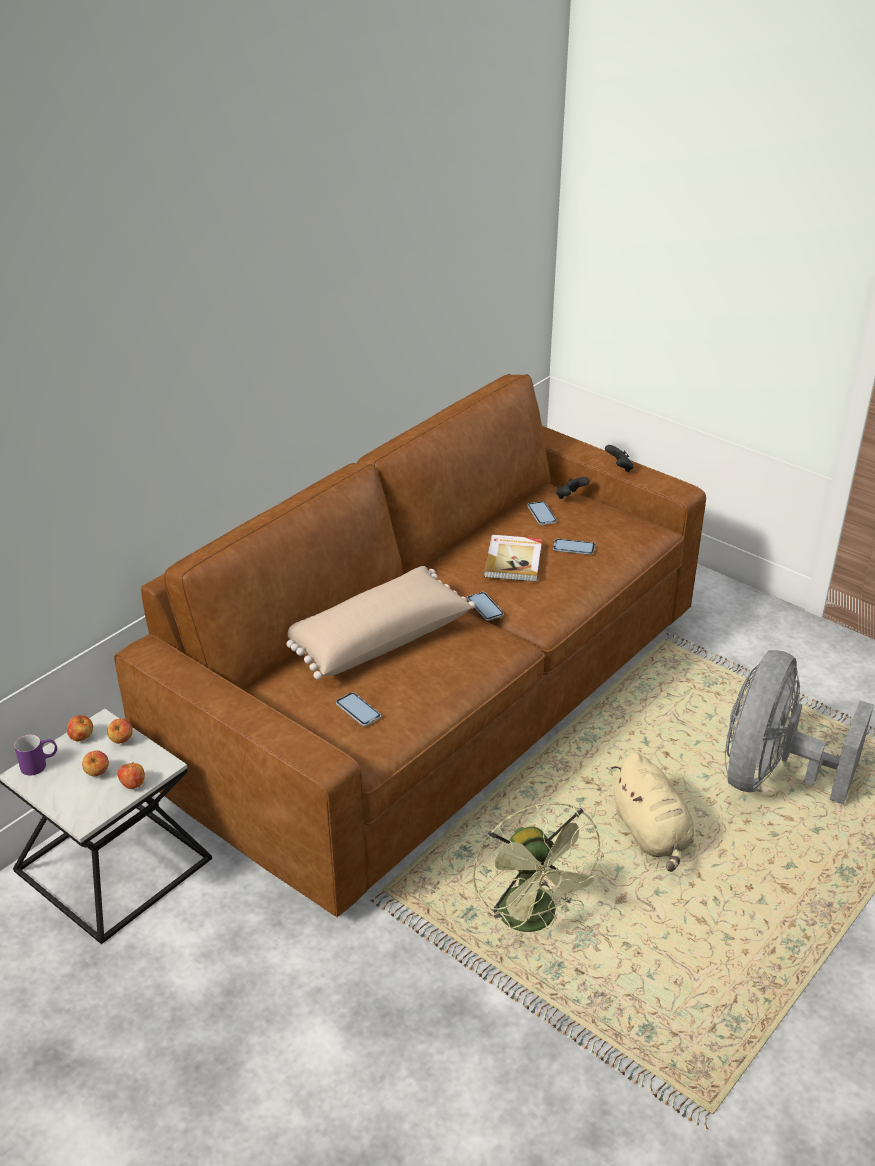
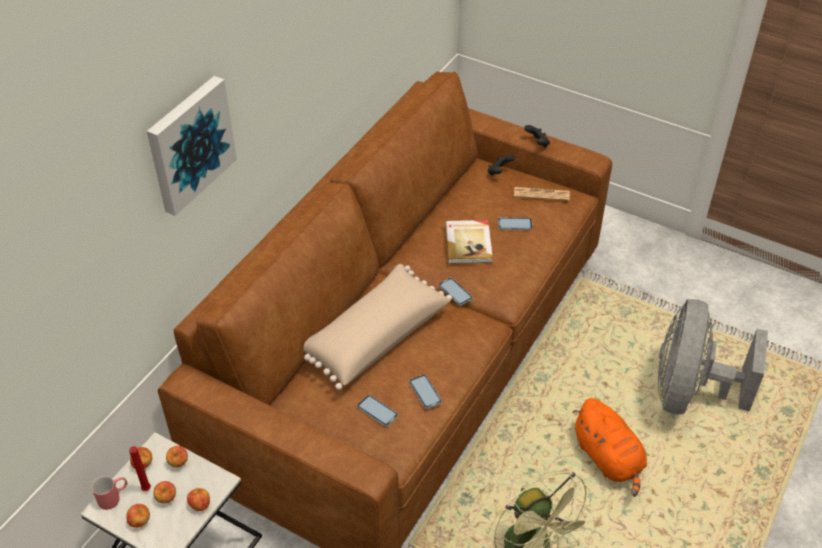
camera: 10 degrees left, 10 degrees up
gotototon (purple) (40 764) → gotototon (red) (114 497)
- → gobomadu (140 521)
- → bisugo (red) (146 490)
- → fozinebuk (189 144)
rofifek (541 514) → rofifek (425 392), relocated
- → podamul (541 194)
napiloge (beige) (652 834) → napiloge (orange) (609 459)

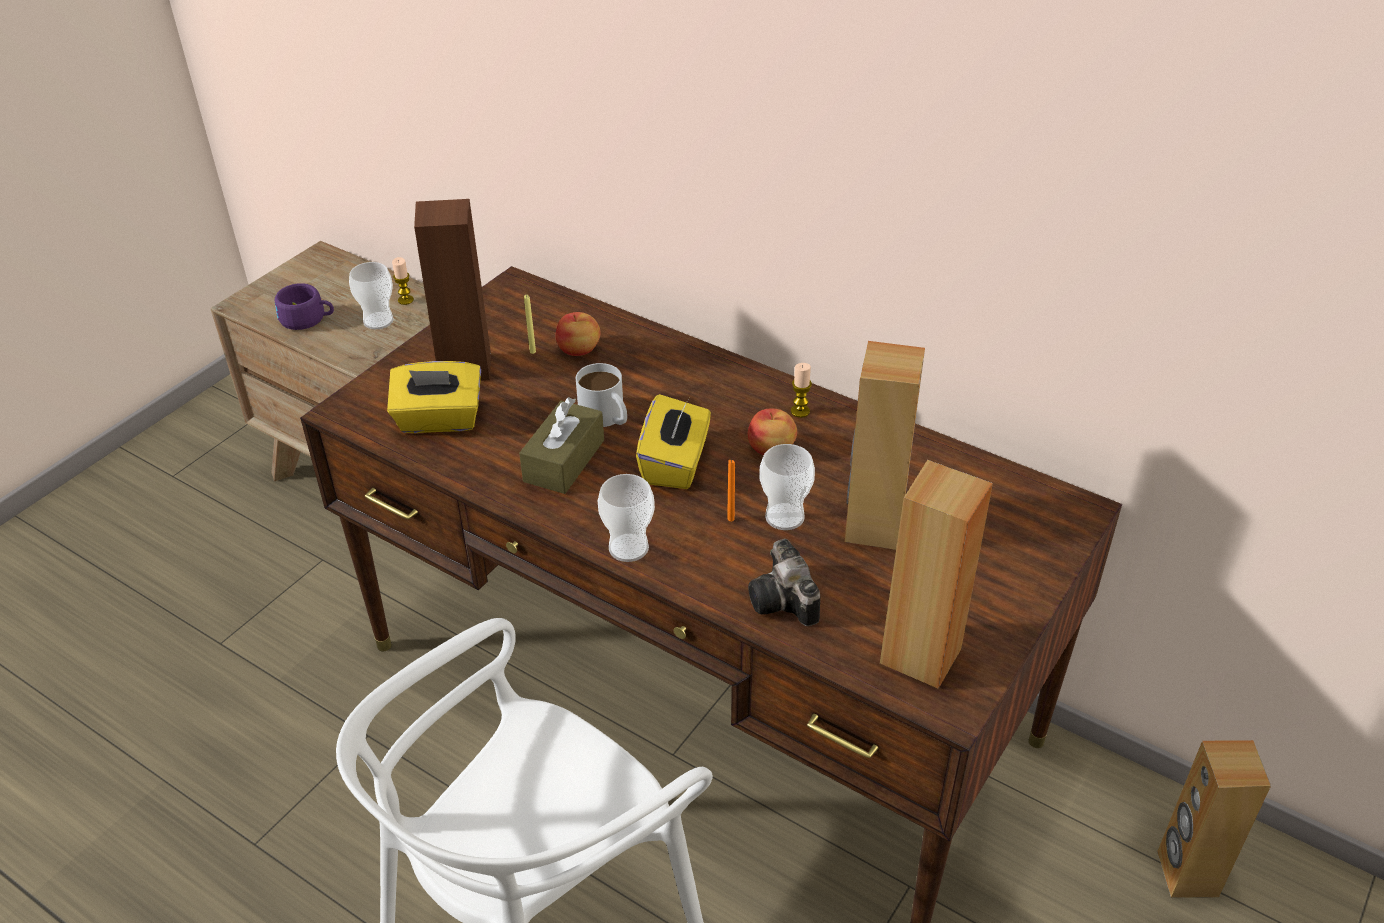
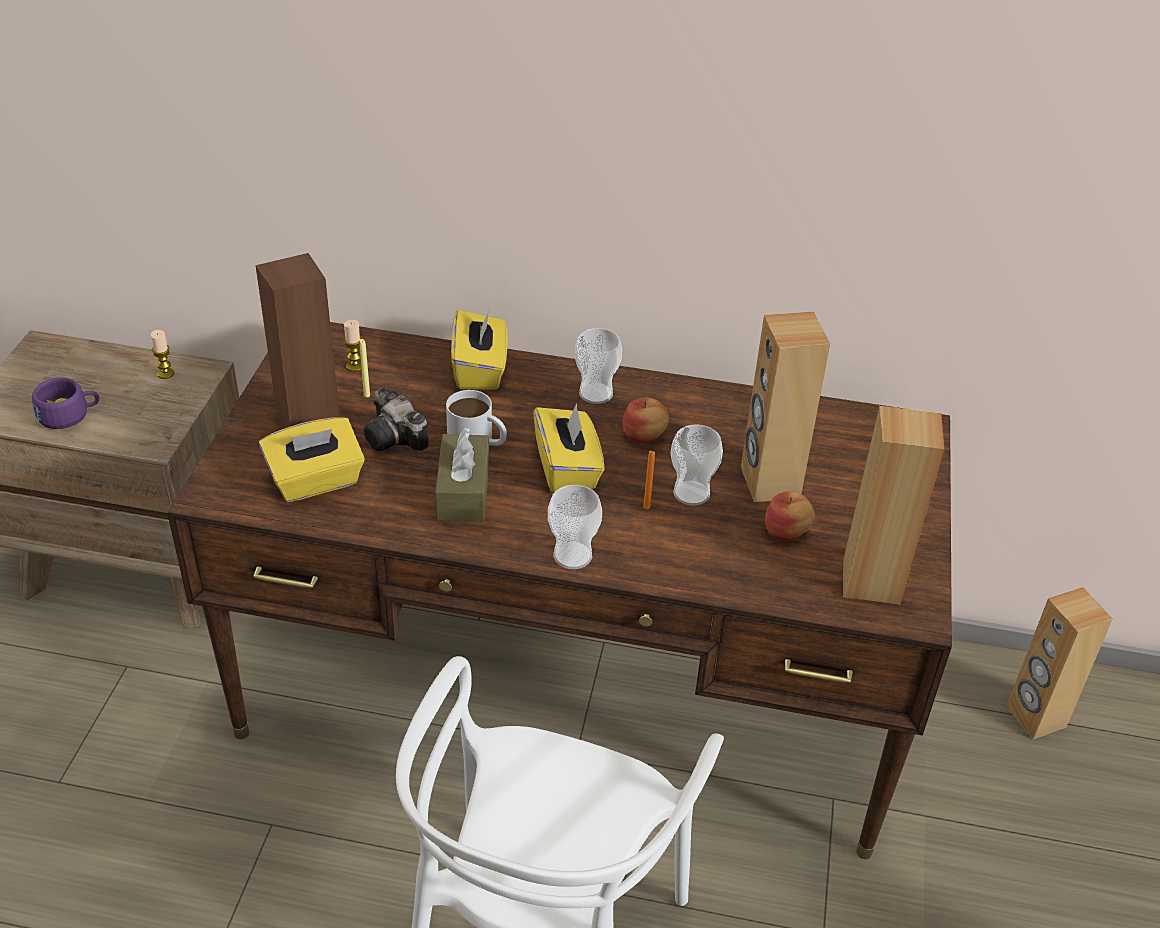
camera: 25 degrees left, 0 degrees up
bisugo (800 411) → bisugo (355 366), relocated
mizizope (785 602) → mizizope (396 439), relocated
- → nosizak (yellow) (480 370)
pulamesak (378 321) → pulamesak (596 393), relocated
gobomadu (579 350) → gobomadu (786 532), relocated

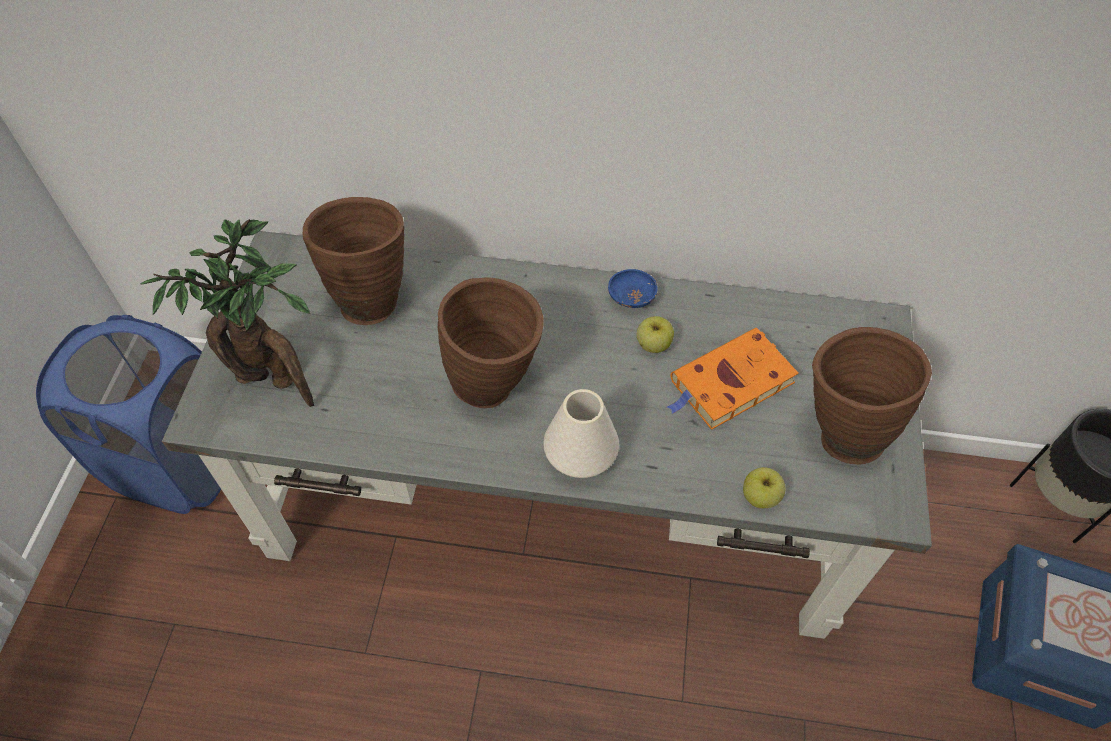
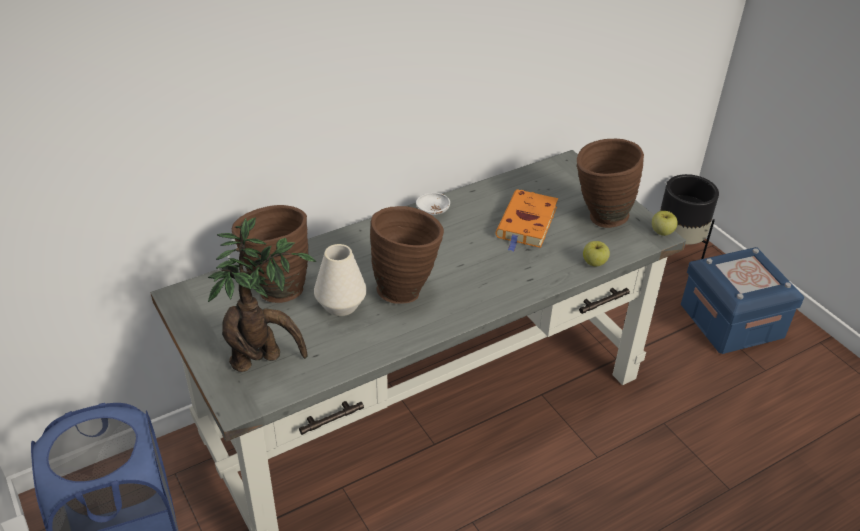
camera: 40 degrees left, 15 degrees down
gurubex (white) (580 457) → gurubex (white) (340 304), relocated
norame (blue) (631 297) → norame (white) (432 211)
gobomadu (653 344) → gobomadu (662 232), relocated

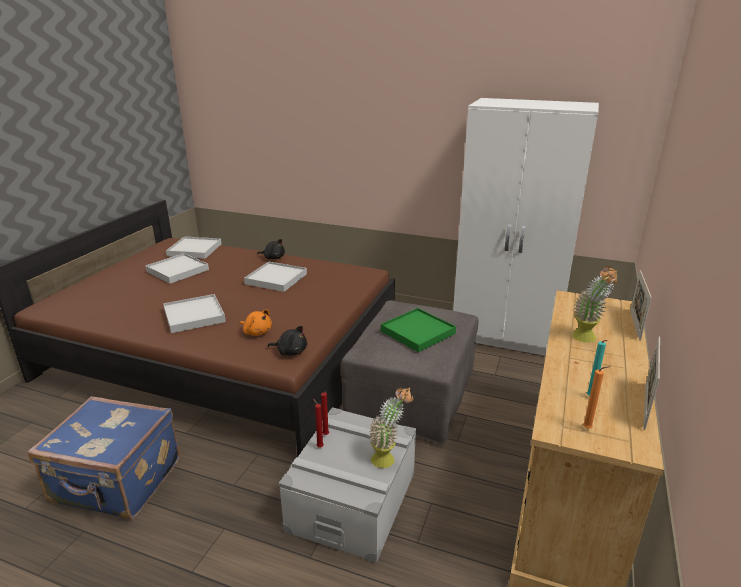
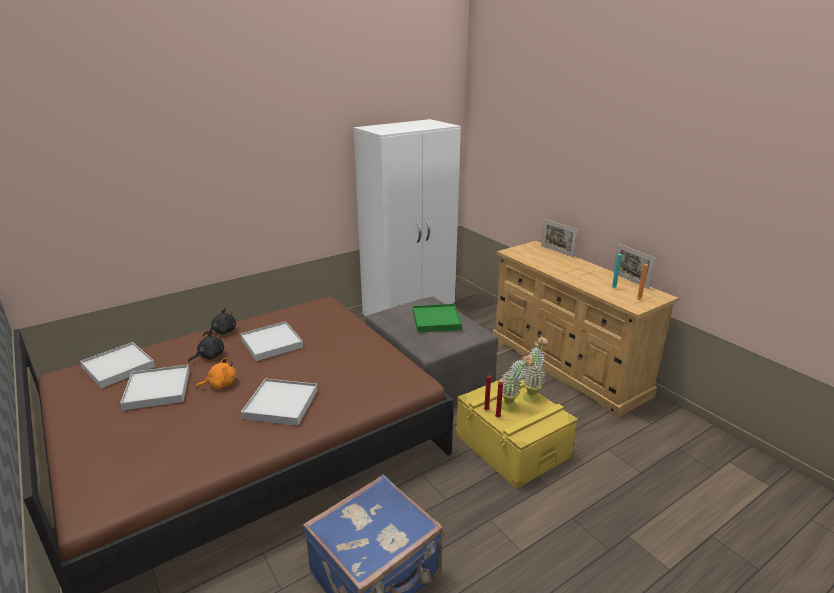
camera: 55 degrees left, 0 degrees up
napiloge (black) (290 351) → napiloge (black) (209 356), relocated
napiloge (orange) (257 332) → napiloge (orange) (220 384), relocated
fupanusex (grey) (352 501) → fupanusex (yellow) (512 446)
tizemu (587 340) → tizemu (513 407), relocated

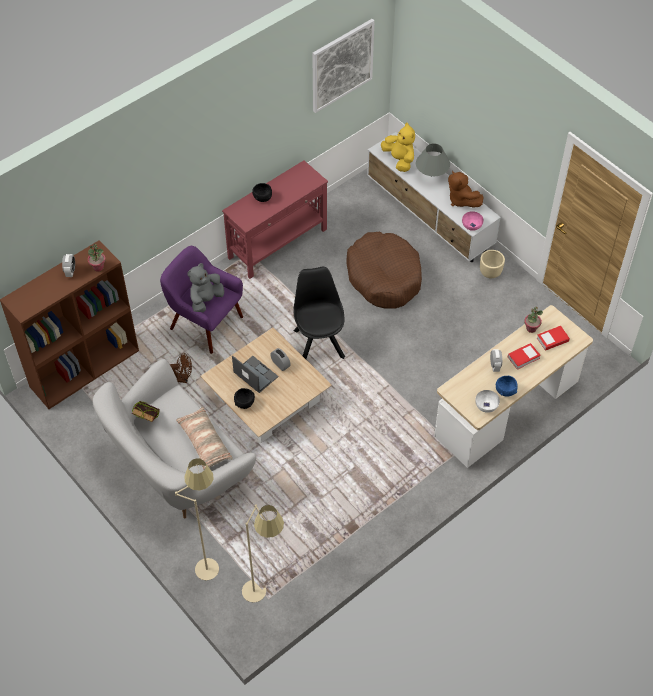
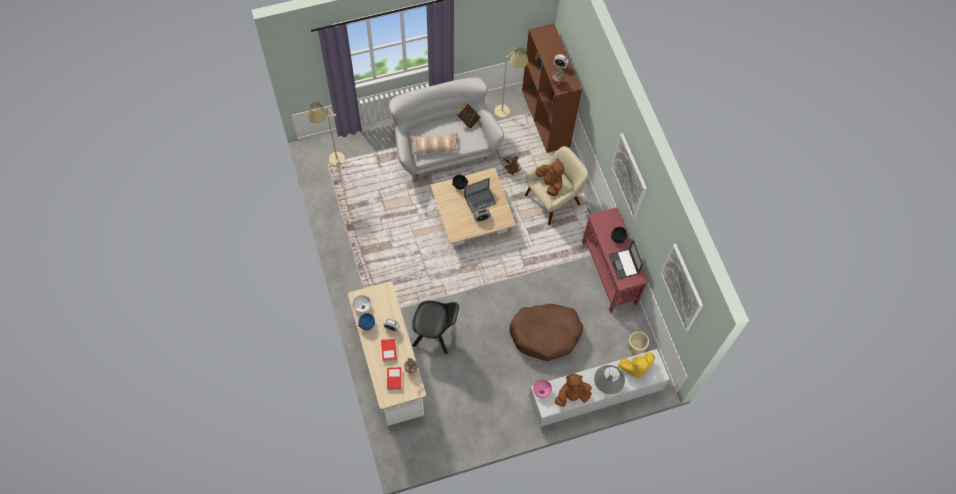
camera: 110 degrees right, 10 degrees up
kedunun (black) (318 342) → kedunun (black) (435 334), relocated
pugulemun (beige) (208 559) → pugulemun (beige) (508 113), relocated
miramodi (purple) (205 323) → miramodi (beige) (553 199)
napiloge (grey) (206 300) → napiloge (brown) (550 183)
- → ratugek (624 264)
- → fozinebuk (629 176)
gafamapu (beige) (490 273) → gafamapu (beige) (636 347), relocated

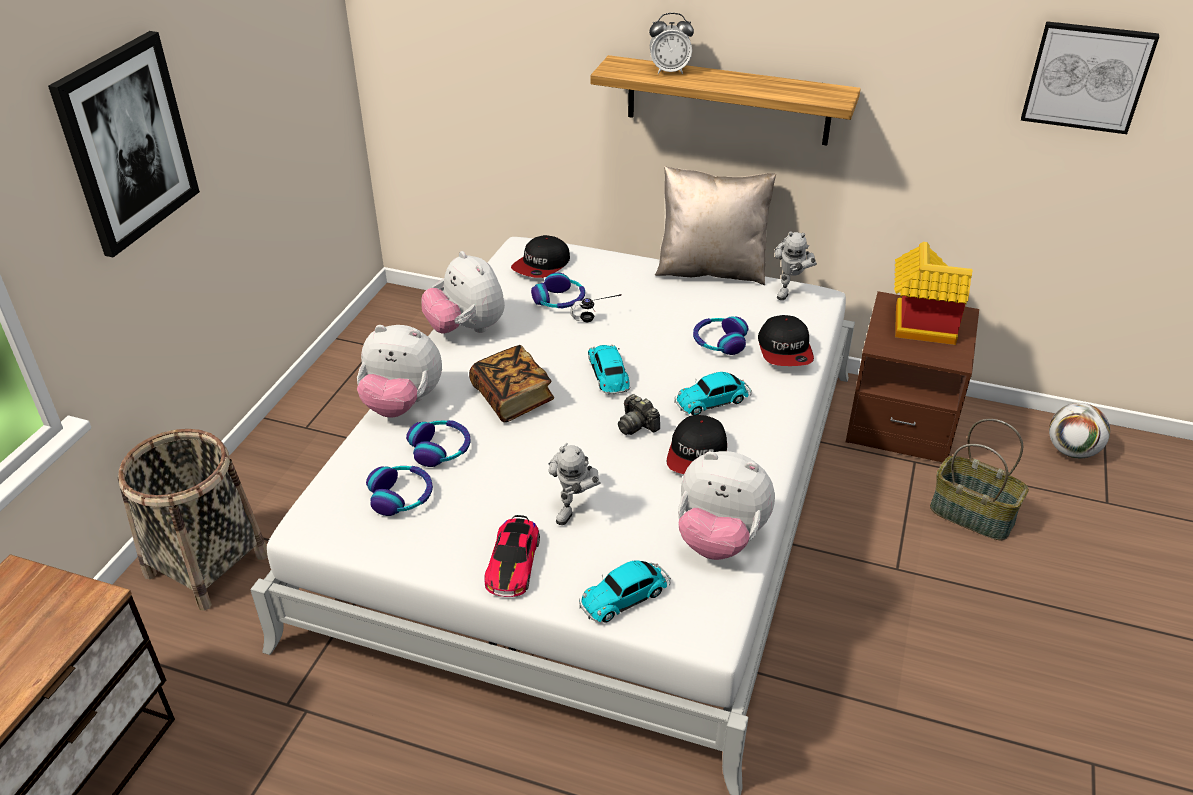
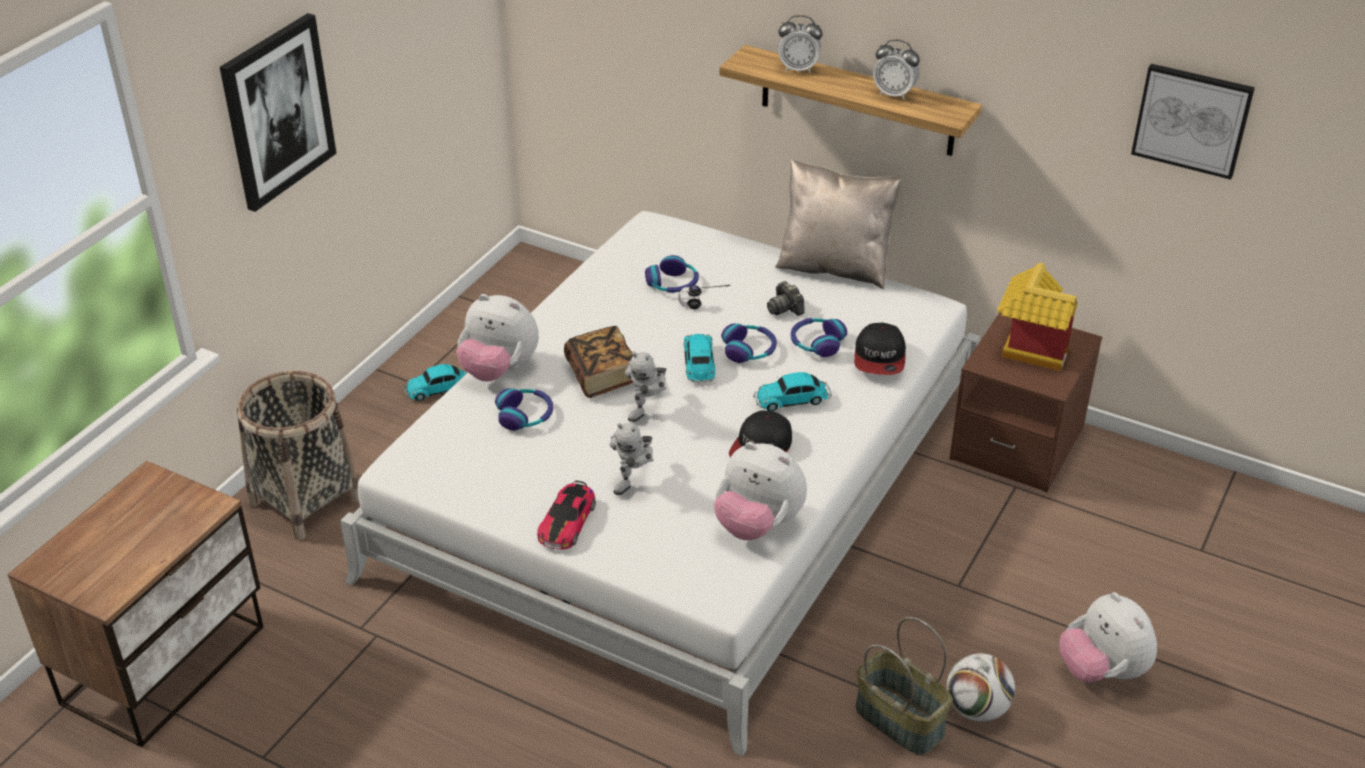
camera: 10 degrees right, 0 degrees up
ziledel (626 596) → ziledel (439 388), relocated
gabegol (789 290) → gabegol (648 410), relocated
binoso (401 496) → binoso (749 350), relocated
mizizope (637 425) → mizizope (785 308), relocated
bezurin (973 514) → bezurin (901 720), relocated
- → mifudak (894 94)
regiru (1071 451) → regiru (976 709), relocated
napiloge (466 329) → napiloge (1102 671), relocated
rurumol (541 265) → -

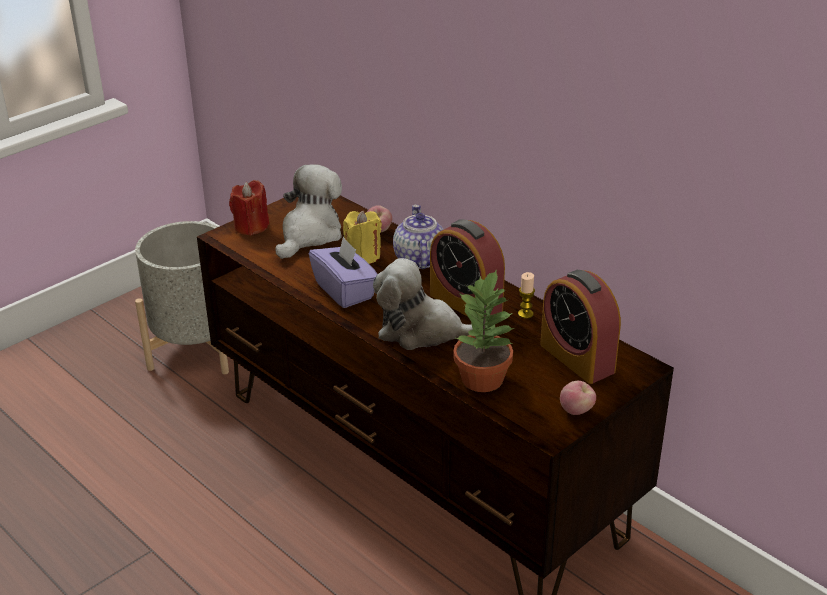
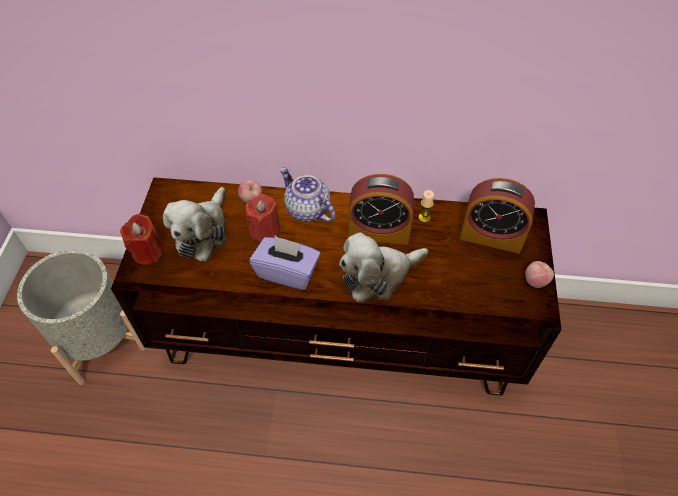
camera: 40 degrees left, 20 degrees up
napiloge (310 234) → napiloge (203 232), 150 degrees counterclockwise
bisugo (yellow) (363 256) → bisugo (red) (265 230)
tizemu (483 379) → -

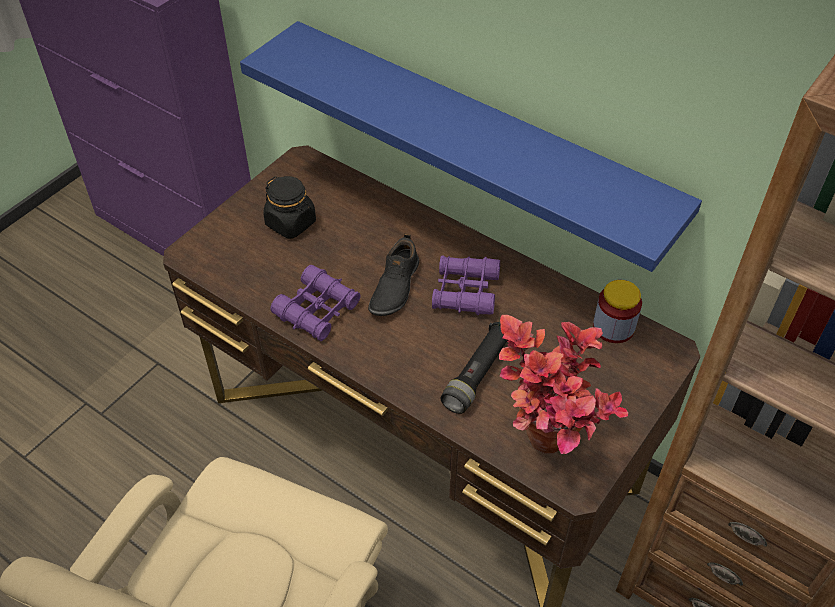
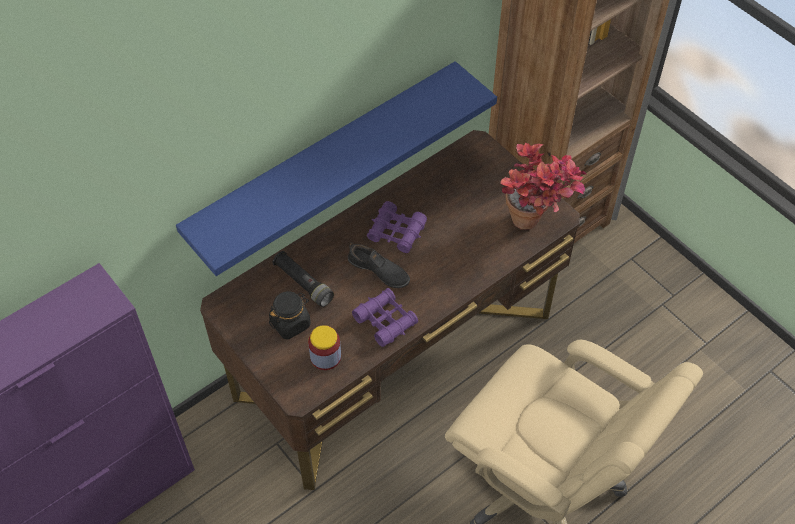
camera: 75 degrees left, 5 degrees up
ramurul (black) (477 375) → ramurul (black) (303 283), relocated
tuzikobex (613 327) → tuzikobex (325 357), relocated

